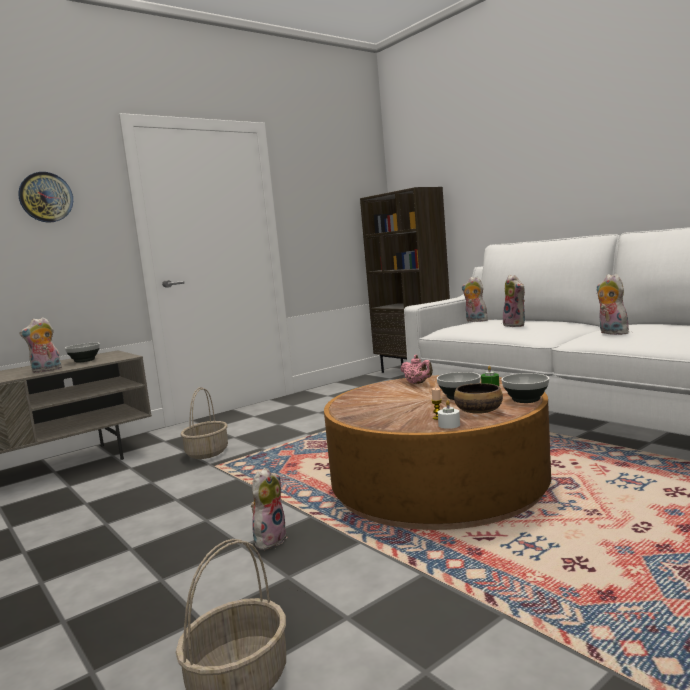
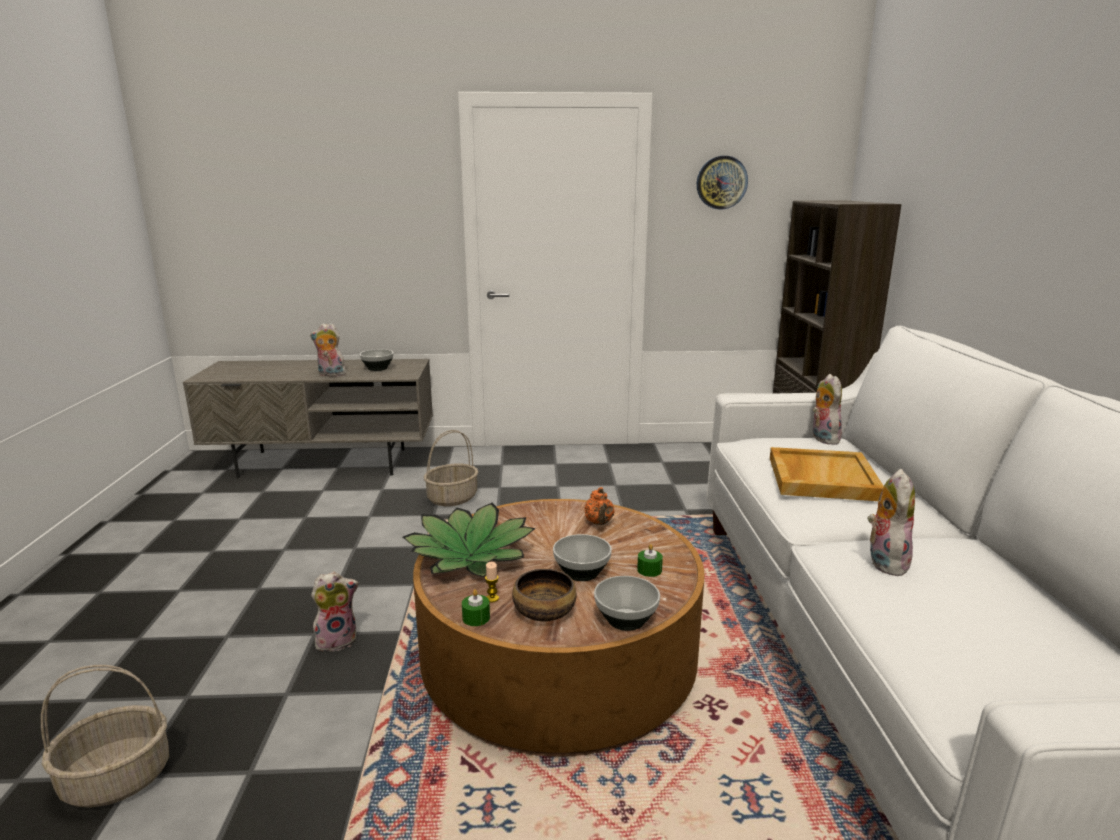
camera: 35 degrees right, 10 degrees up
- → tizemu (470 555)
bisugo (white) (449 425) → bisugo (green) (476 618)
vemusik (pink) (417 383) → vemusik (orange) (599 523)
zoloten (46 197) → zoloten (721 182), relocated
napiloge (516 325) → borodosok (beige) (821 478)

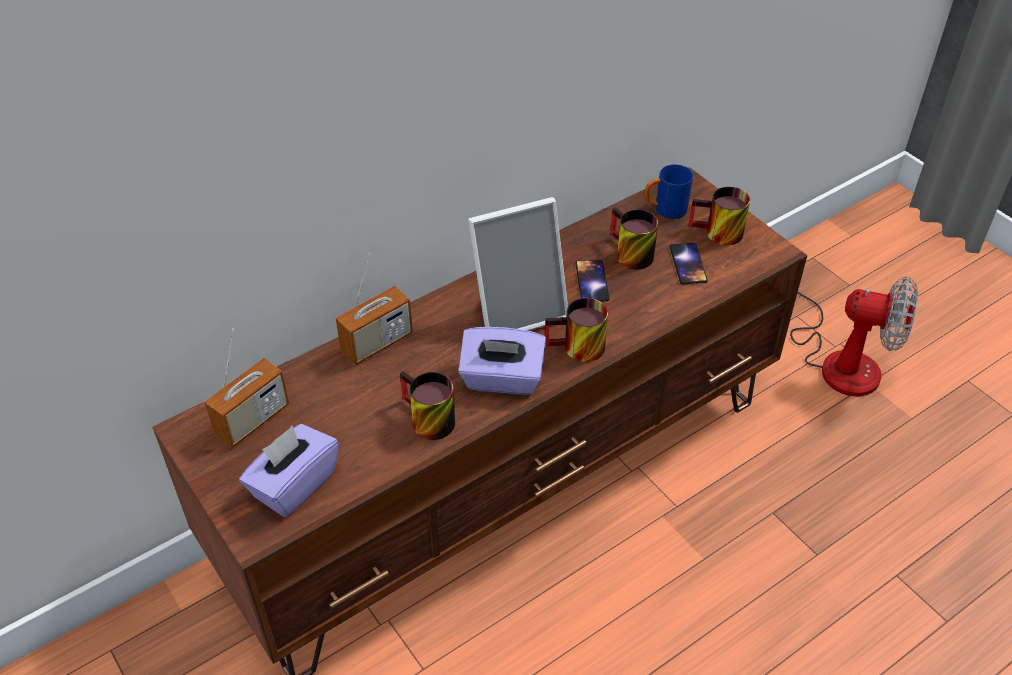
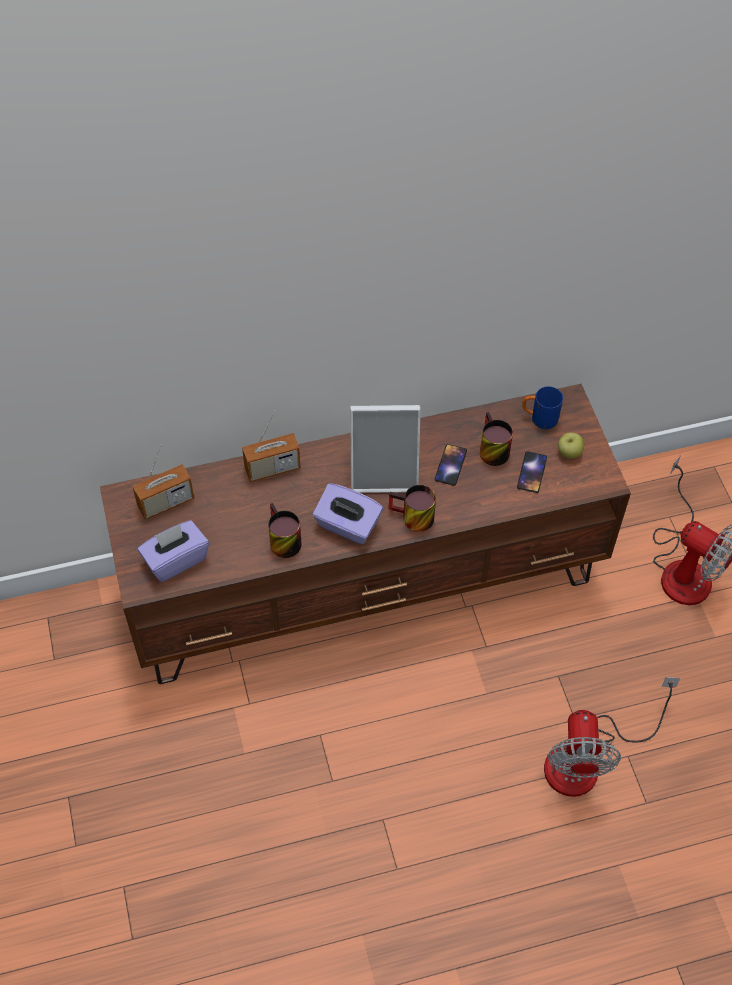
camera: 20 degrees right, 10 degrees up
- → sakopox (587 759)
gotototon (717 234) → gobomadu (569 453)

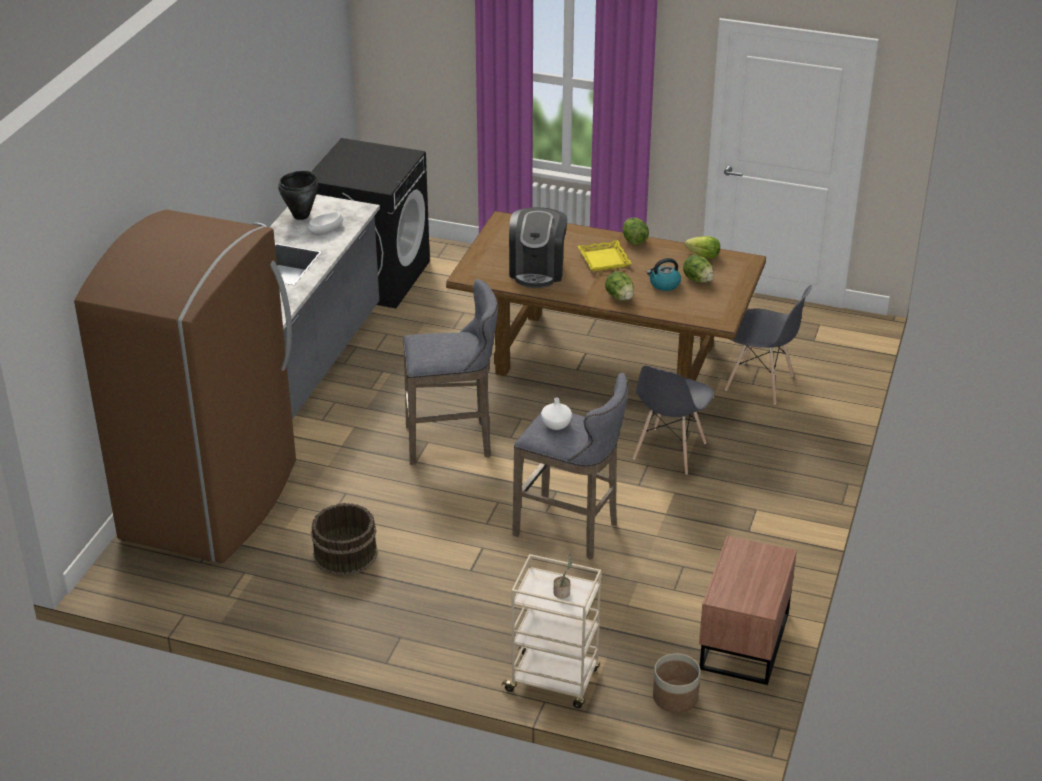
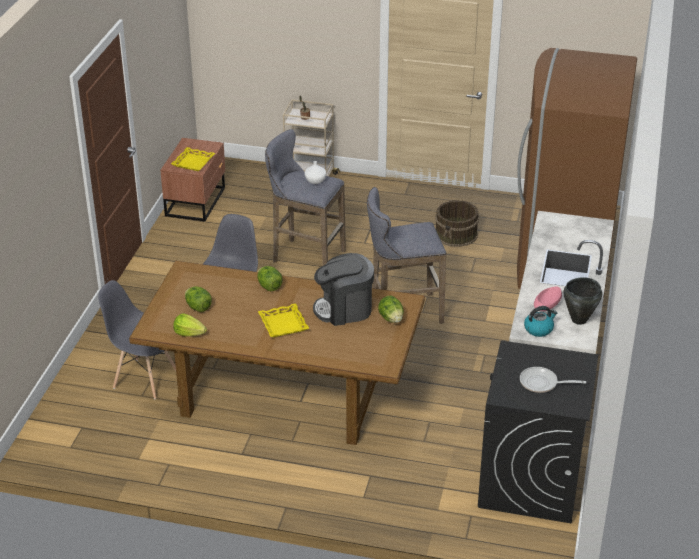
camera: 175 degrees right, 0 degrees up
- → borodosok (yellow) (193 162)
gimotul (537 270) → gimotul (344 309), 105 degrees counterclockwise
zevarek (634 241) → zevarek (391 319), relocated
- → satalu (542 383)
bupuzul (664 284) → bupuzul (539 329), relocated
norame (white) (326 230) → norame (pink) (547 305)
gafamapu (675 697) → -

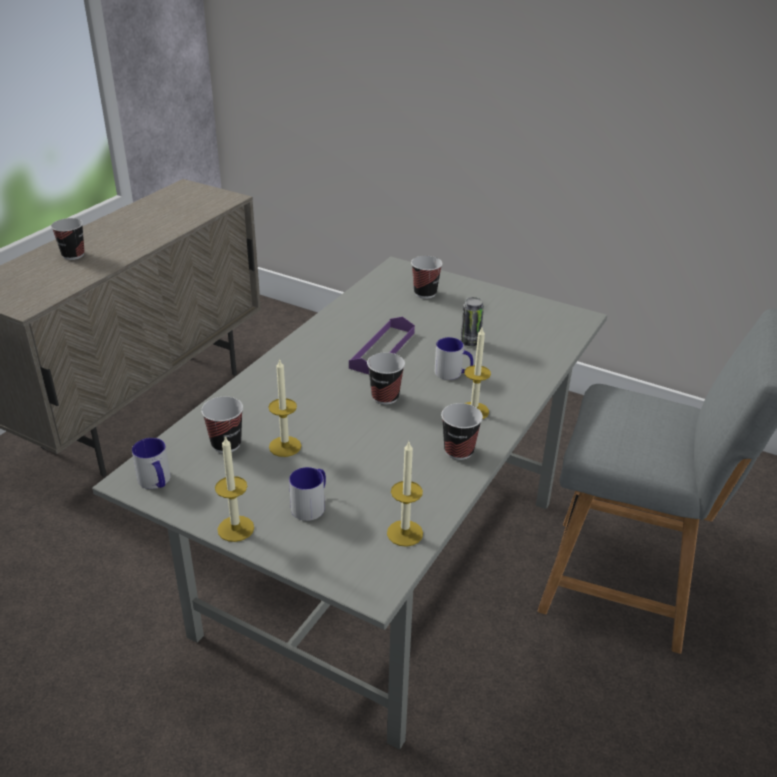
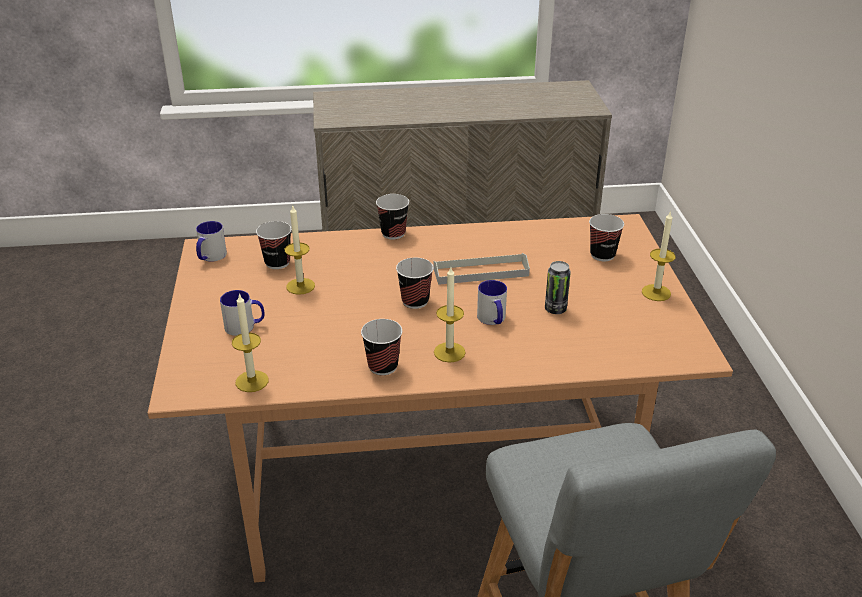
camera: 55 degrees right, 0 degrees up
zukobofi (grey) (383 562) → zukobofi (brown) (433 473)
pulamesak (73 255) → pulamesak (393 233), relocated
borodosok (purple) (382 350) → borodosok (grey) (481 272)
bisugo (235 528) → bisugo (656 292), relocated

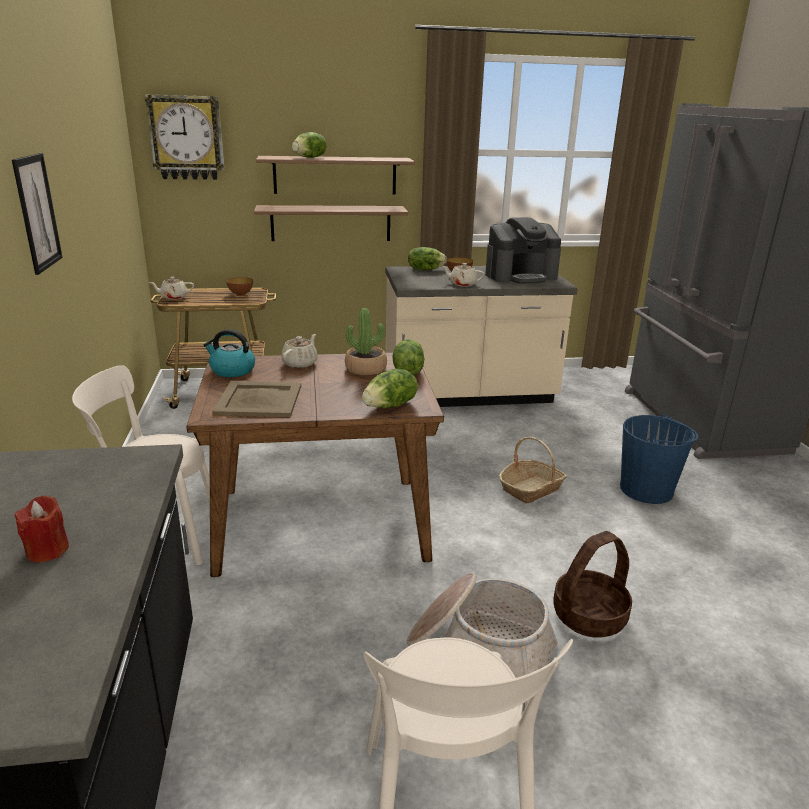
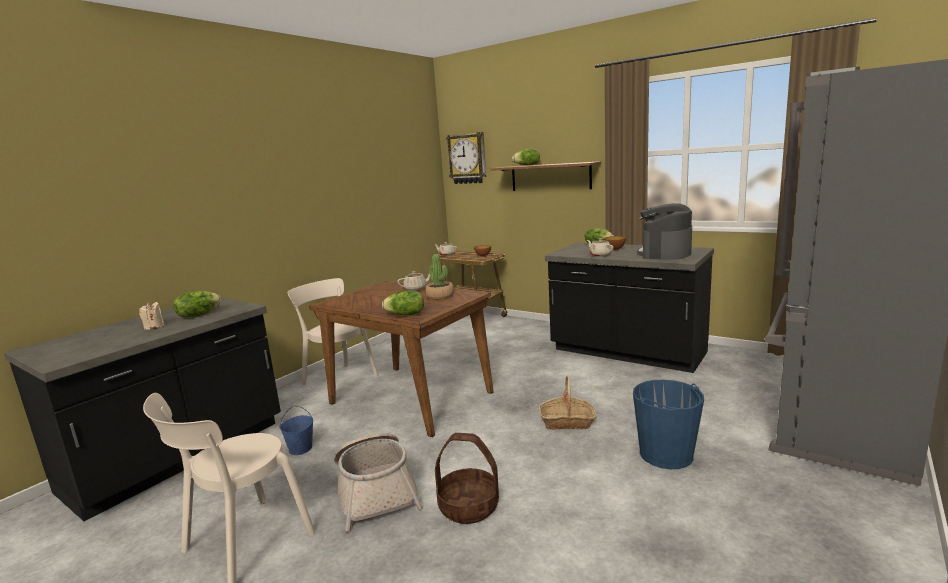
camera: 45 degrees right, 10 degrees down
bisugo (red) (47 550) → bisugo (beige) (154 327)
zevarek (407 371) → zevarek (198 315), relocated
- → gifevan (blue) (300 449)
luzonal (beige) (469 395) → luzonal (black) (626 352)
gimotul (520 276) → gimotul (665 253), 90 degrees clockwise
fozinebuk (37 212) → -
bupuzul (231 370) → -
borodosok (beige) (258 399) → -
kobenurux (331 223) → -

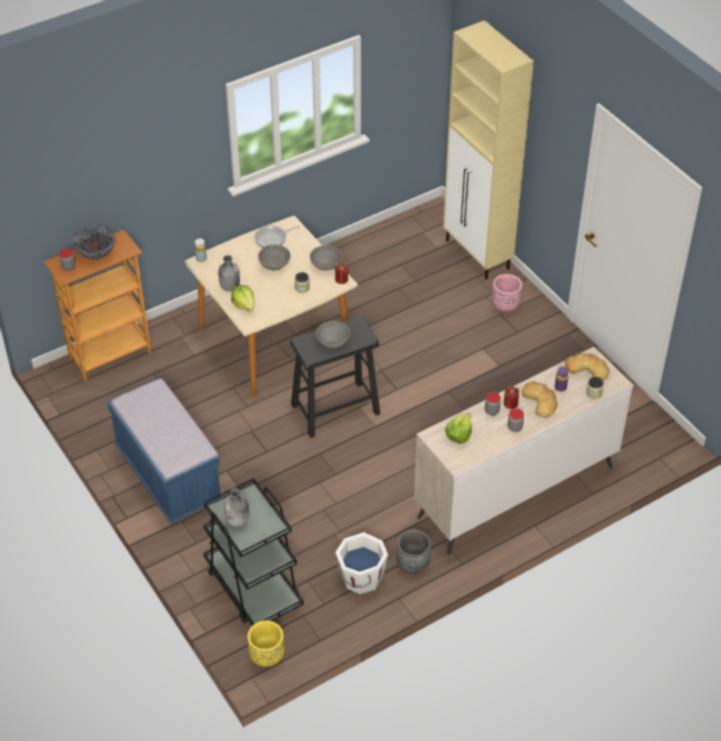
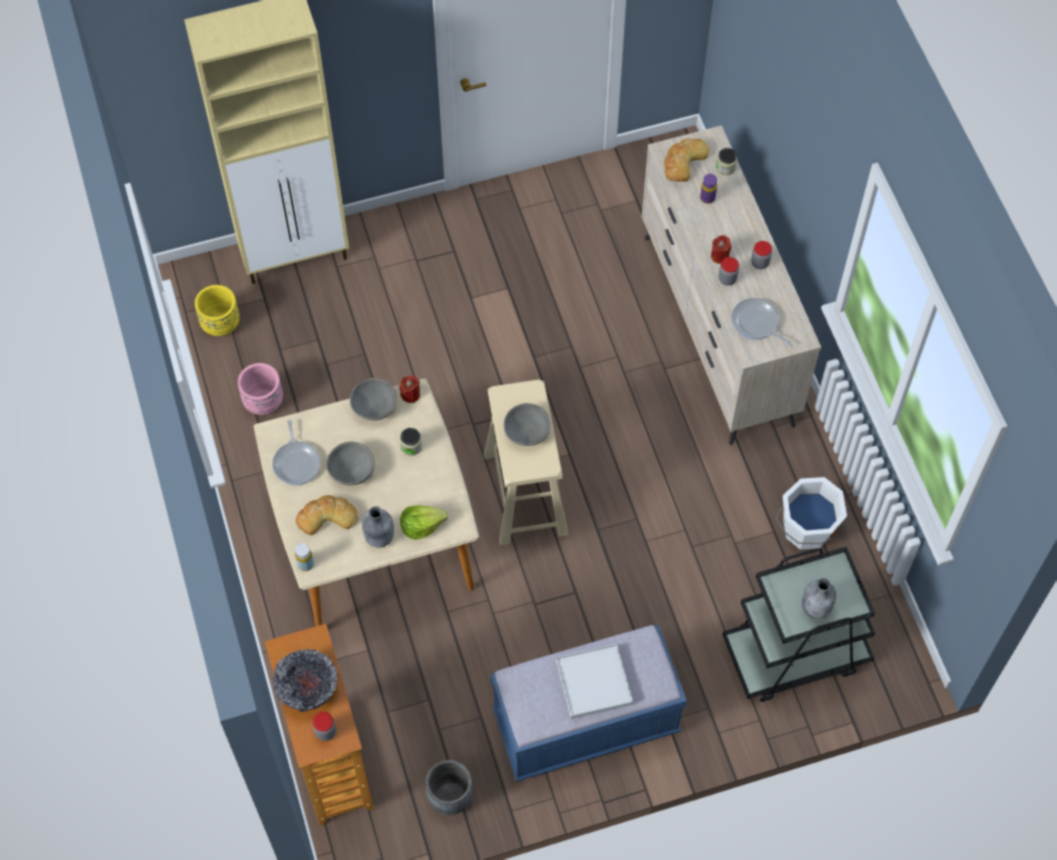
camera: 75 degrees left, 15 degrees up
gafamapu (yellow) (267 656) → gafamapu (yellow) (221 324), relocated
gafamapu (pink) (505 306) → gafamapu (pink) (263 402), relocated
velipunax (540 401) → velipunax (326 516), relocated
gafamapu (grey) (413 564) → gafamapu (grey) (450 796), relocated
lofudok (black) (334 409) → lofudok (beige) (525 494)
- → borodosok (white) (593 683)
zevarek (459 434) → satalu (756 323)

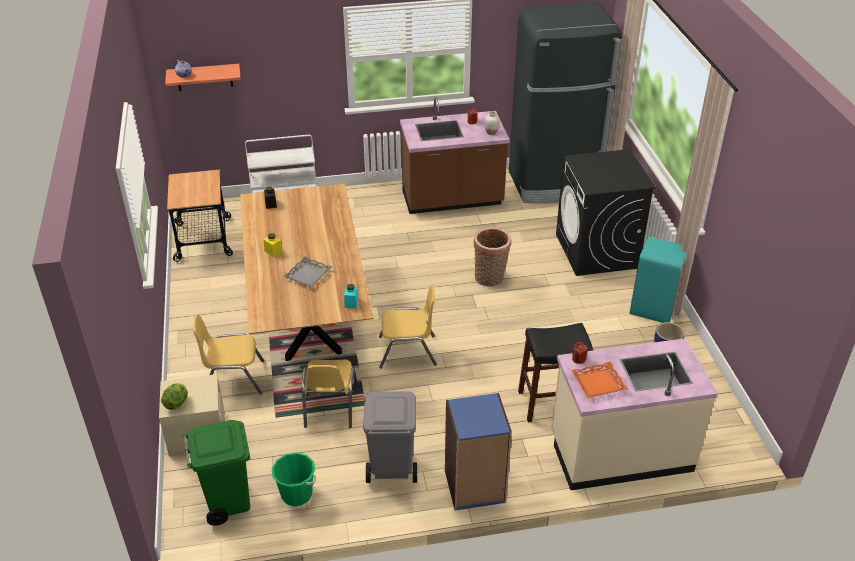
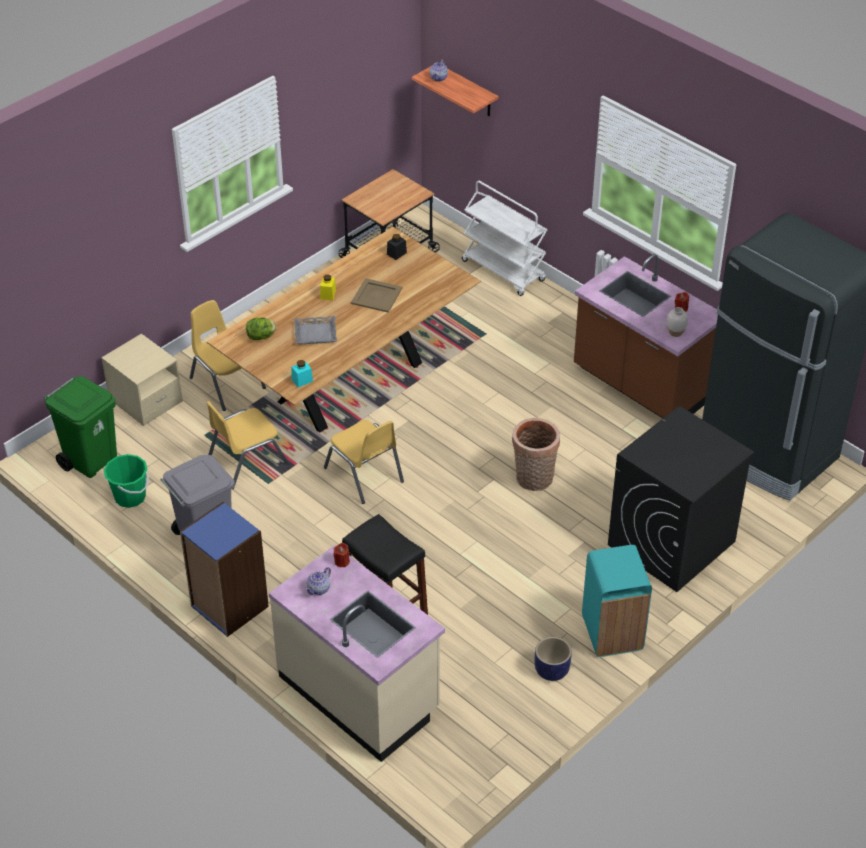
camera: 55 degrees right, 5 degrees up
zevarek (177 403) → zevarek (261 337), relocated
borodosok (orange) (598 383) → vemusik (319 589)
- → borodosok (beige) (376 296)

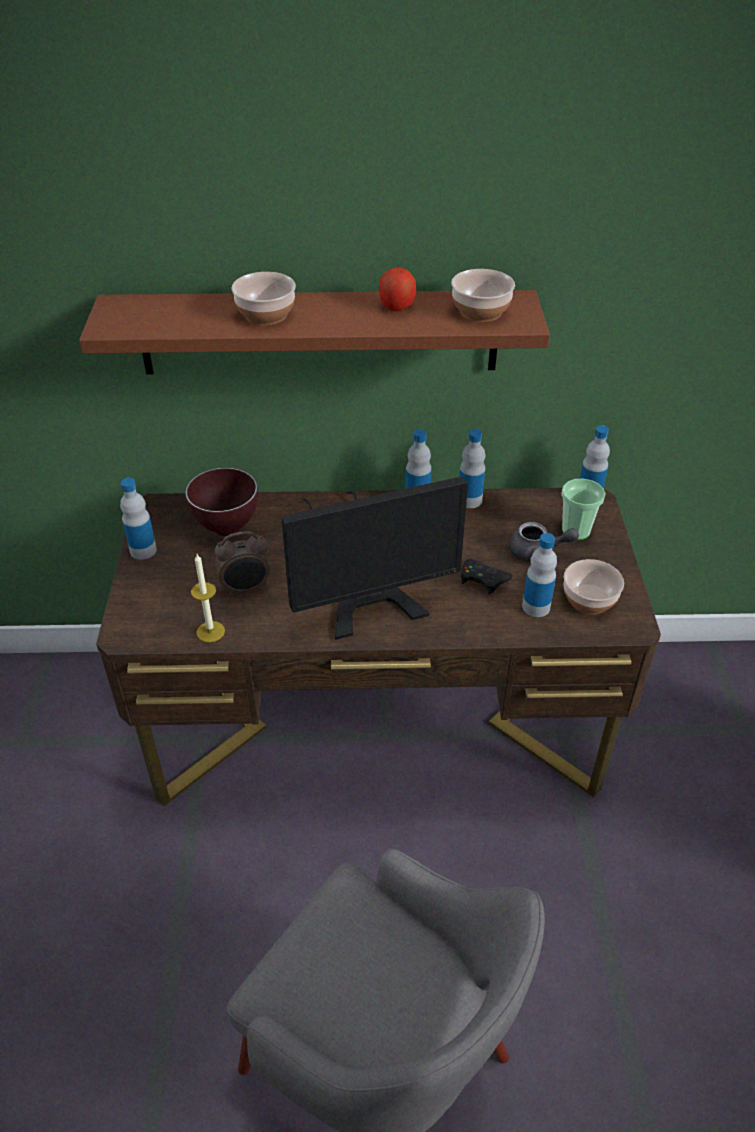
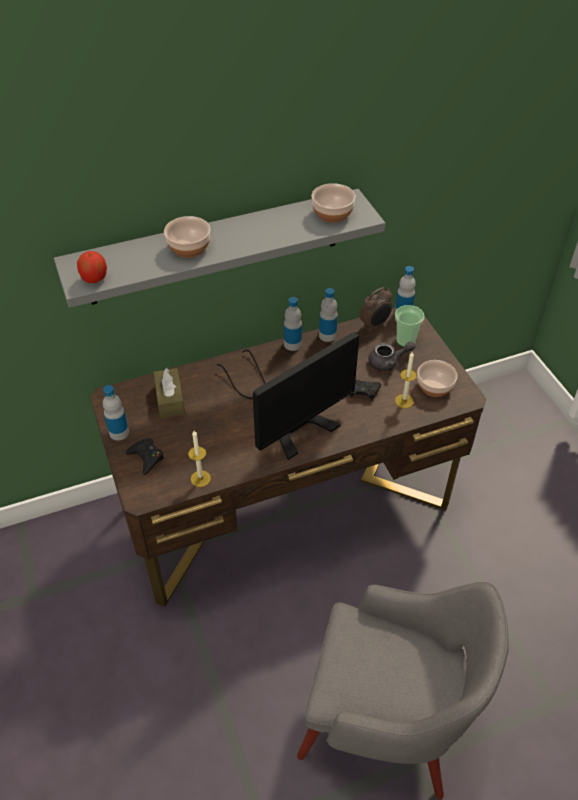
camera: 20 degrees left, 5 degrees up
kobenurux (brown) (319 332) → kobenurux (grey) (215 247)
gobomadu (397 307) → gobomadu (94 279), relocated
- → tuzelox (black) (146 458)
norame (brown) (226 527) → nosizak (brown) (170 399)
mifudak (246 588) → mifudak (375 325), relocated
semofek (536 607) → bisugo (404 401)

